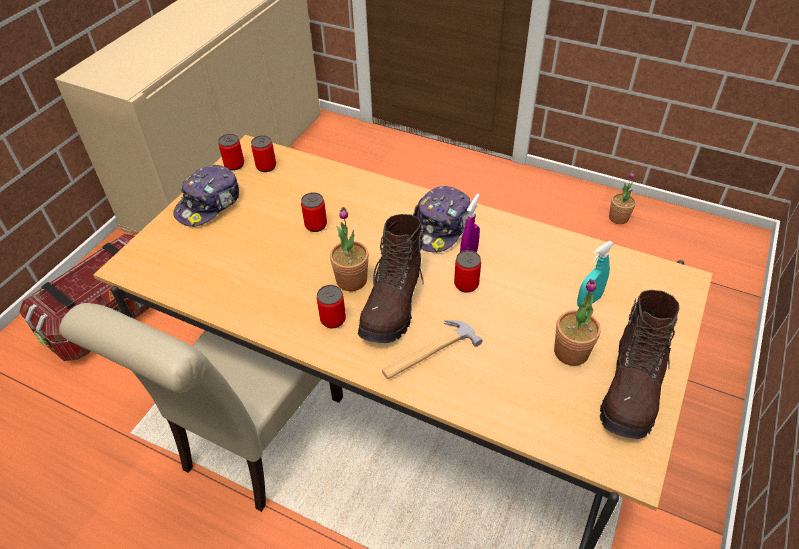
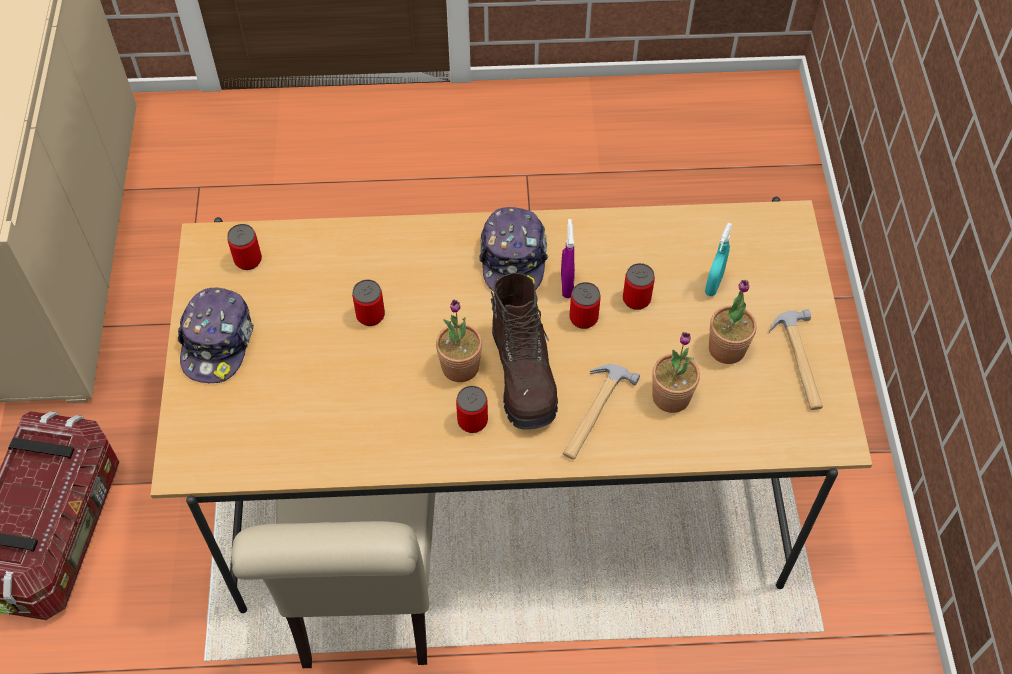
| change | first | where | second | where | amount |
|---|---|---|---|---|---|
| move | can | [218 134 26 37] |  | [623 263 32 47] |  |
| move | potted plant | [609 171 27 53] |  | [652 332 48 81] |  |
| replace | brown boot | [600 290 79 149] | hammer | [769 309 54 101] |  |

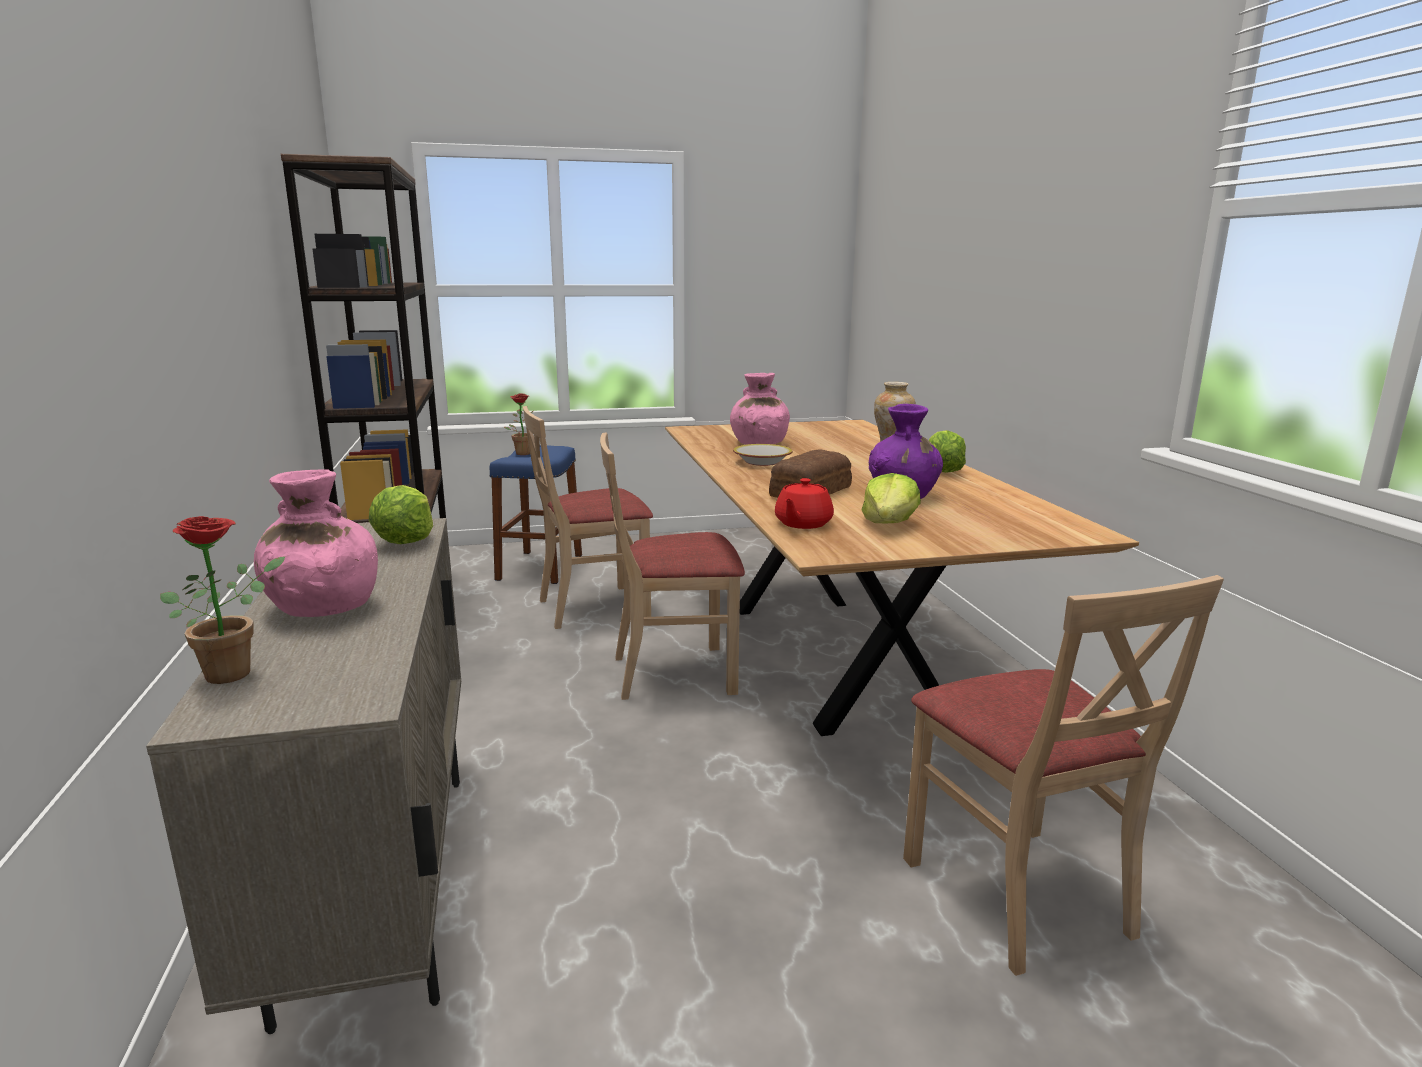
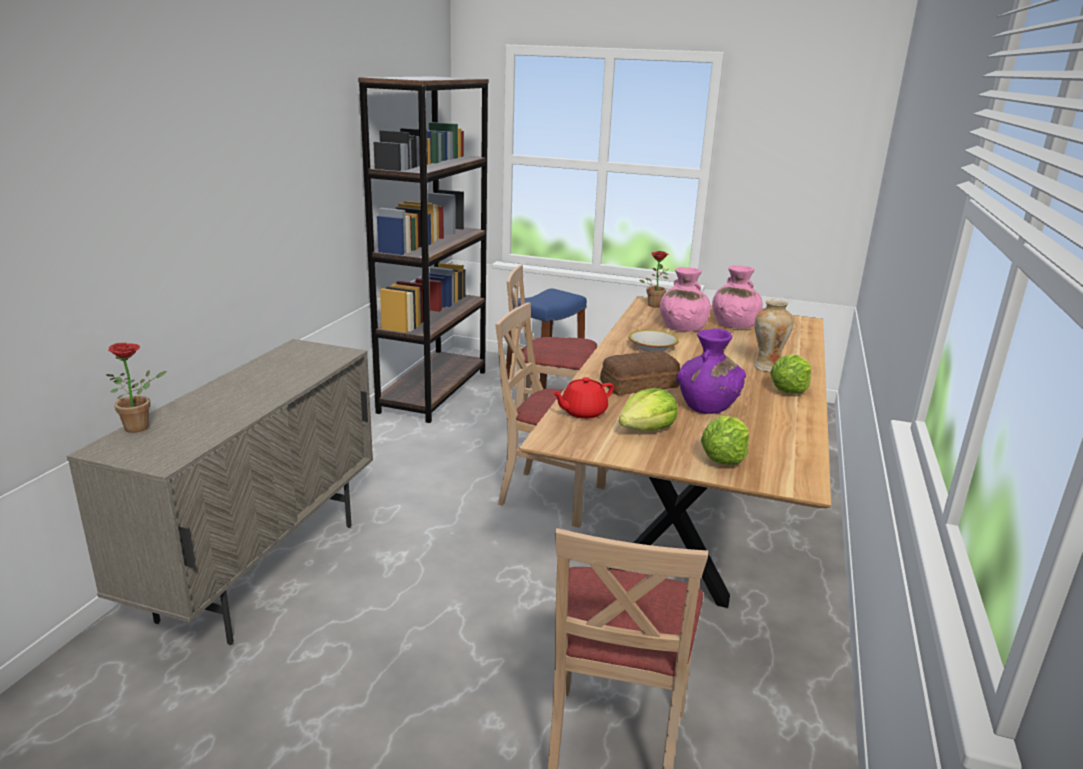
| change | first | where | second | where | amount |
|---|---|---|---|---|---|
| move | potted plant | [504 394 29 61] |  | [639 251 30 57] |  |
| move | pink vase | [254 469 124 148] |  | [712 265 51 63] |  |
| move | lettuce | [369 485 64 59] |  | [701 416 48 49] |  |

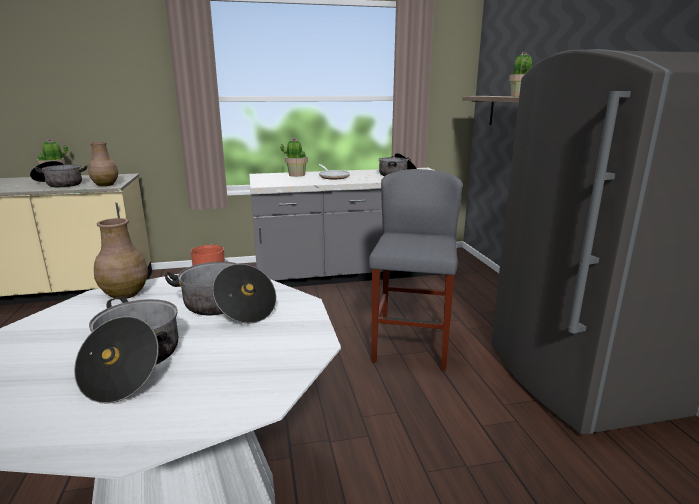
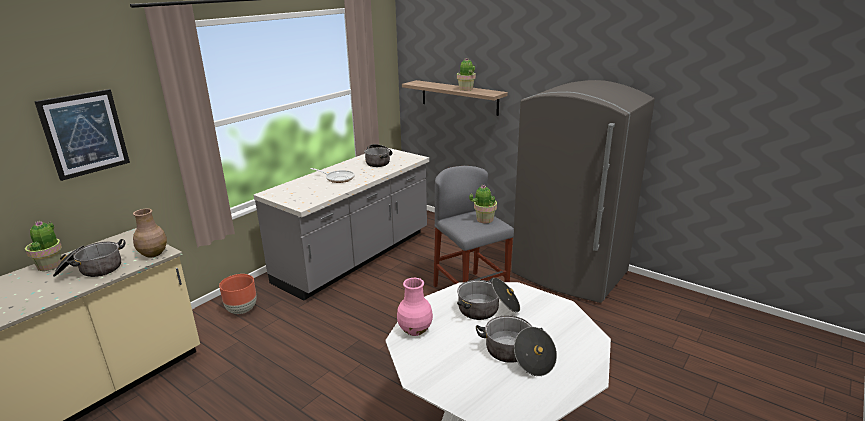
| change | first | where | second | where | amount |
|---|---|---|---|---|---|
| move | potted plant | [280 138 28 39] |  | [469 185 28 38] |  |
| recolor | brown vase | [94 218 54 81] | pink vase | [397 278 36 58] |  |
| insert |  |  | picture | [34 89 96 92] |  |

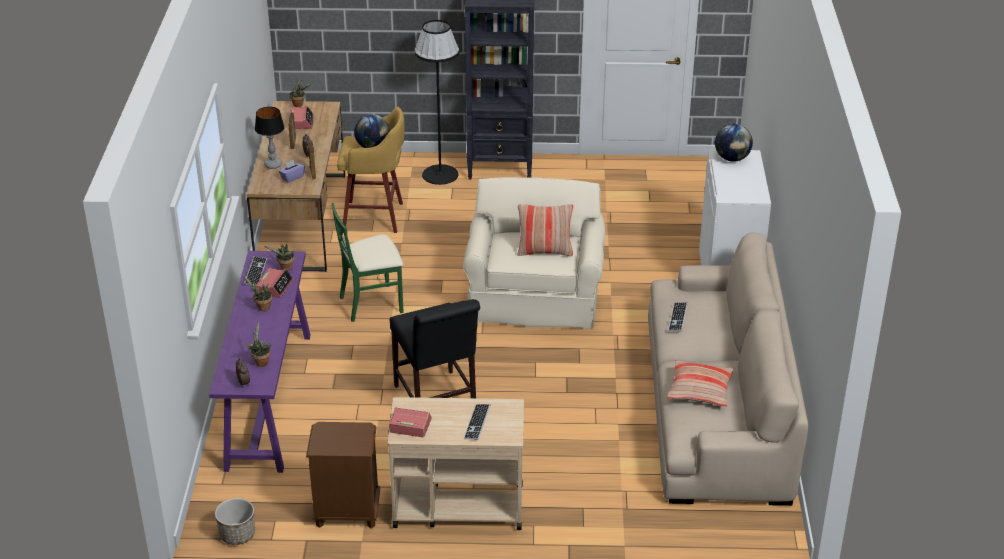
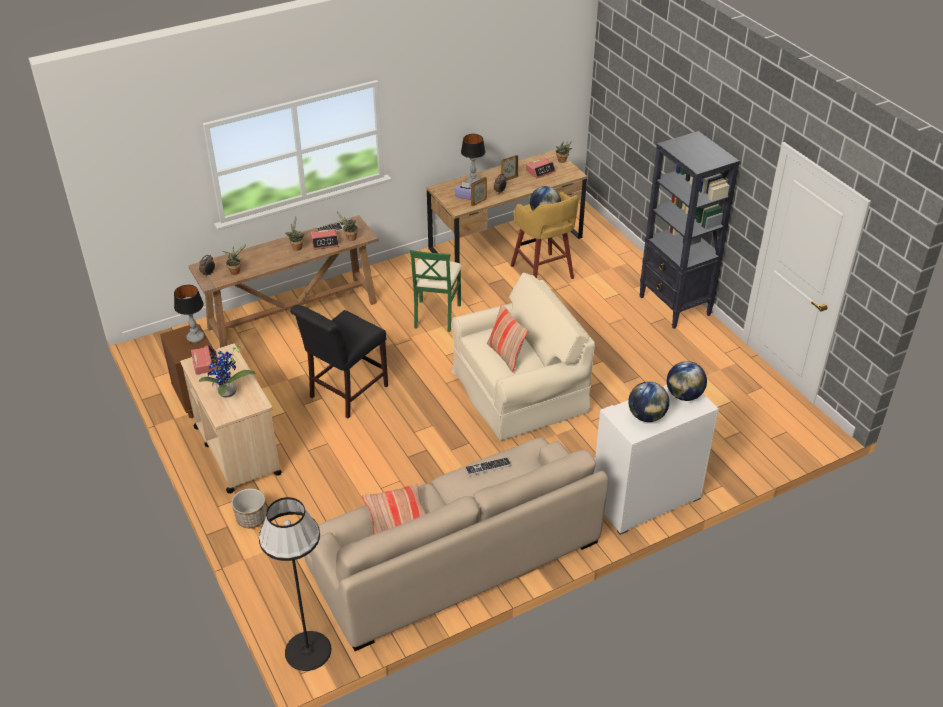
| change | first | where | second | where | amount |
|---|---|---|---|---|---|
| move | black floor lamp | [414 20 46 165] |  | [259 497 72 174] |  |
| rotate | green chair | [331 203 73 119] |  | [410 250 52 82] | 120 degrees counterclockwise |
| recolor | purple console table | [209 251 101 222] | brown console table | [188 215 191 133] |  |
| replace | keyboard | [464 404 26 36] | potted plant | [199 344 57 54] |  |
| move | planter | [215 498 40 47] |  | [231 488 35 40] |  |
| insert |  |  | table lamp | [174 285 30 58] |  |
| insert |  |  | globe | [628 382 41 40] |  |

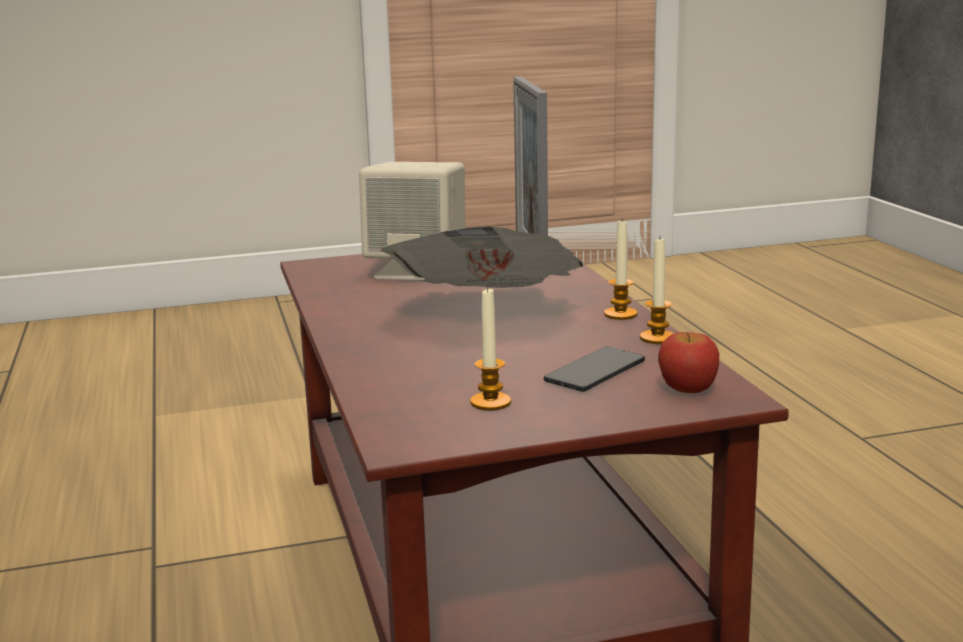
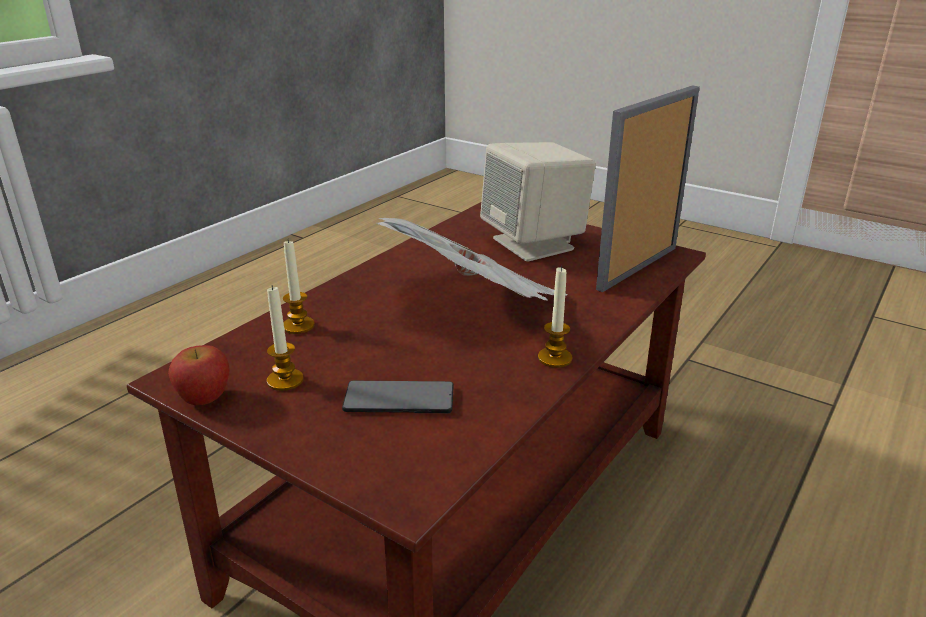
| change | first | where | second | where | amount |
|---|---|---|---|---|---|
| move | candle | [640 239 34 105] |  | [283 240 32 94] |  |
| move | apple | [658 332 61 61] |  | [168 345 62 60] |  |

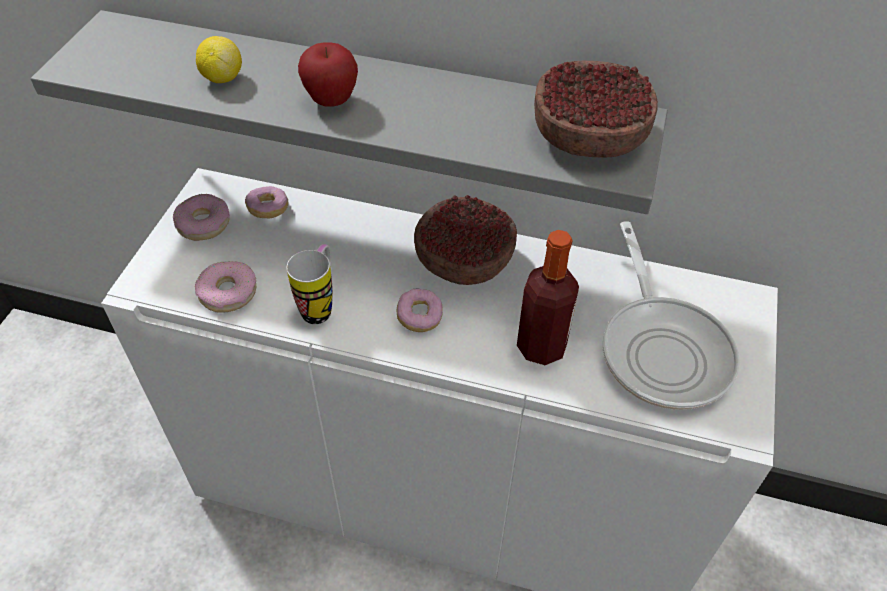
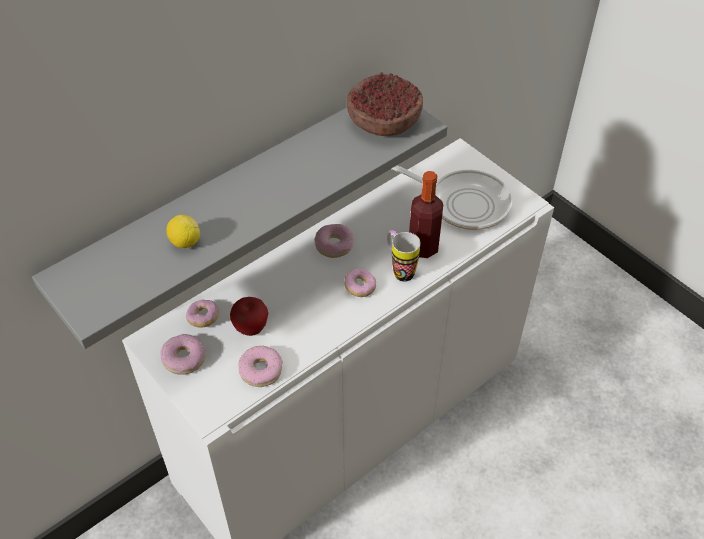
| change | first | where | second | where | amount |
|---|---|---|---|---|---|
| move | apple | [298 42 60 65] |  | [230 297 38 39] |  |
| replace | bowl | [414 195 103 90] | donut | [314 224 40 34] |  |
| move | mug | [286 244 47 80] |  | [387 230 33 52] |  |

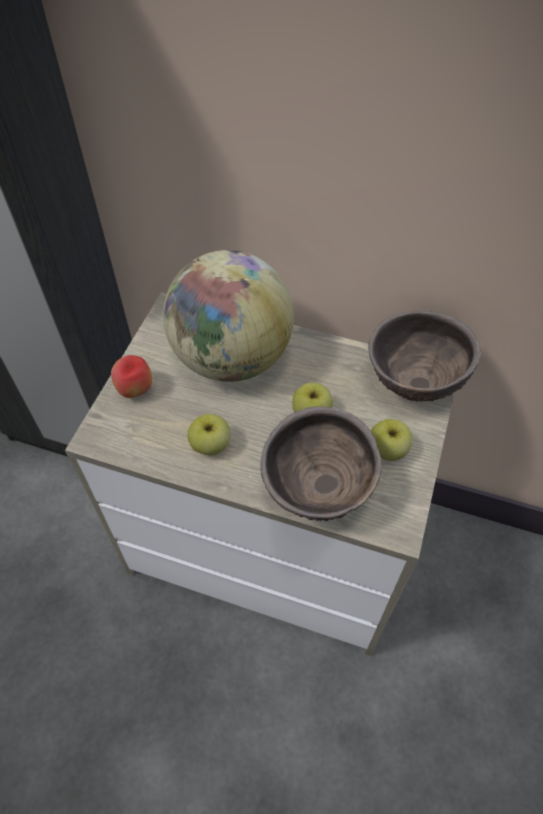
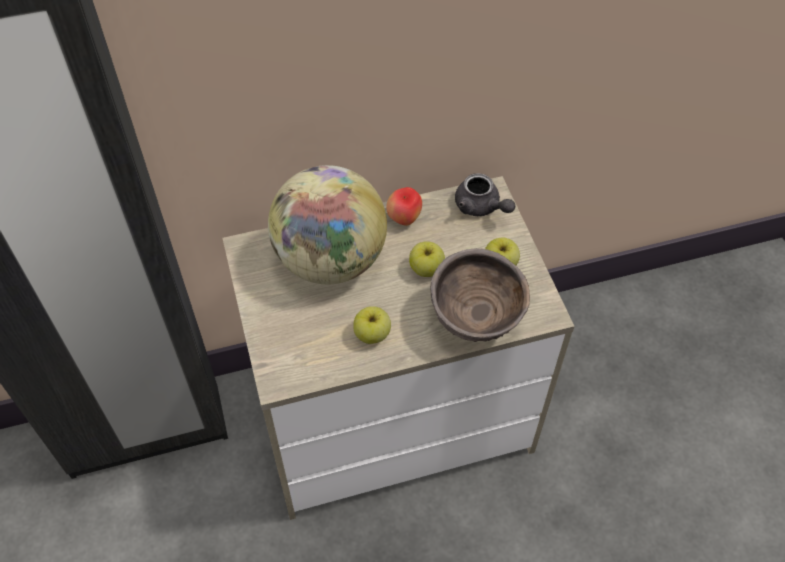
| change | first | where | second | where | amount |
|---|---|---|---|---|---|
| replace | brown bowl | [368 311 113 91] | grey teapot | [455 173 61 43] |  |
| move | apple | [111 355 41 43] |  | [386 187 36 39] |  |

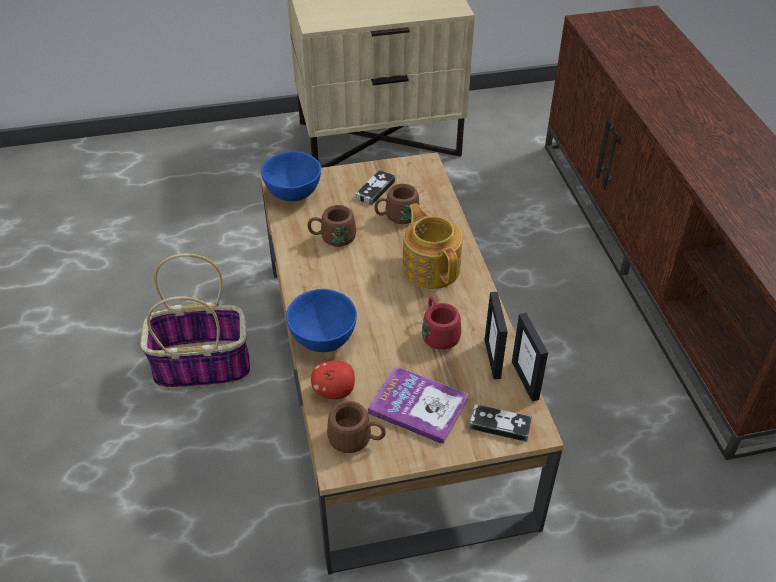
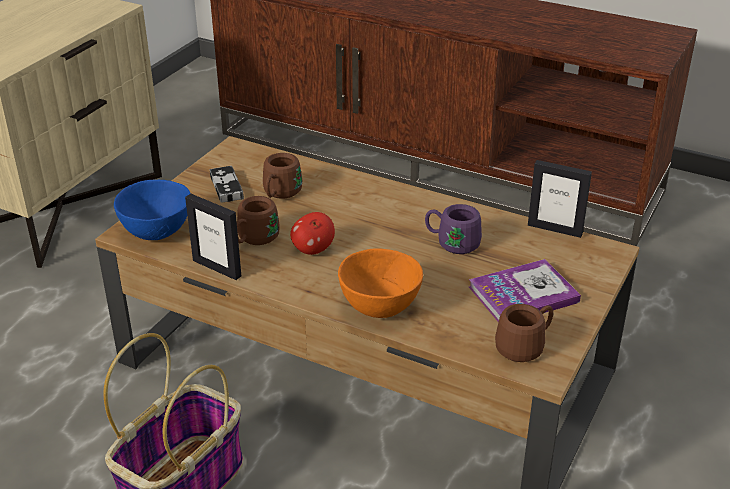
| change | first | where | second | where | amount |
|---|---|---|---|---|---|
| delete | teapot | [402 203 61 86] |  |  |  |
| recolor | blue bowl | [286 289 71 63] | orange bowl | [338 248 85 70] |  |
| move | picture frame | [485 292 23 87] |  | [185 194 56 86] |  |
| recolor | red mug | [422 297 39 53] | purple mug | [425 204 57 50] |  |
| move | apple | [311 361 44 38] |  | [290 212 45 43] |  |
| delete | game controller | [469 404 63 38] |  |  |  |

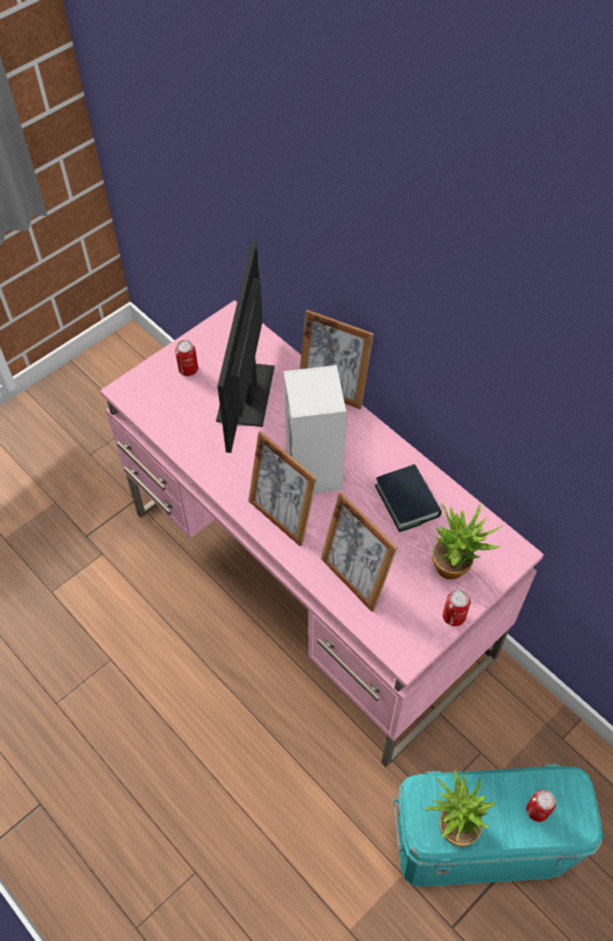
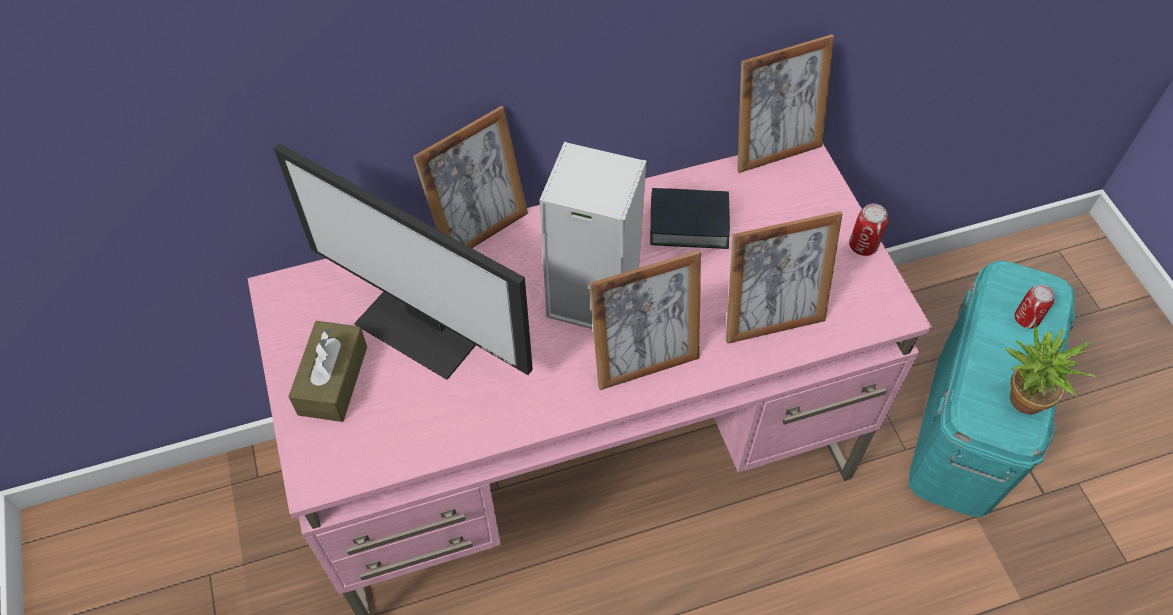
| change | first | where | second | where | amount |
|---|---|---|---|---|---|
| replace | can | [175 340 23 36] | brown tissue box | [288 321 79 101] |  |
| delete | potted plant | [432 503 71 77] |  |  |  |
| insert |  |  | picture frame | [737 34 97 139] |  |

